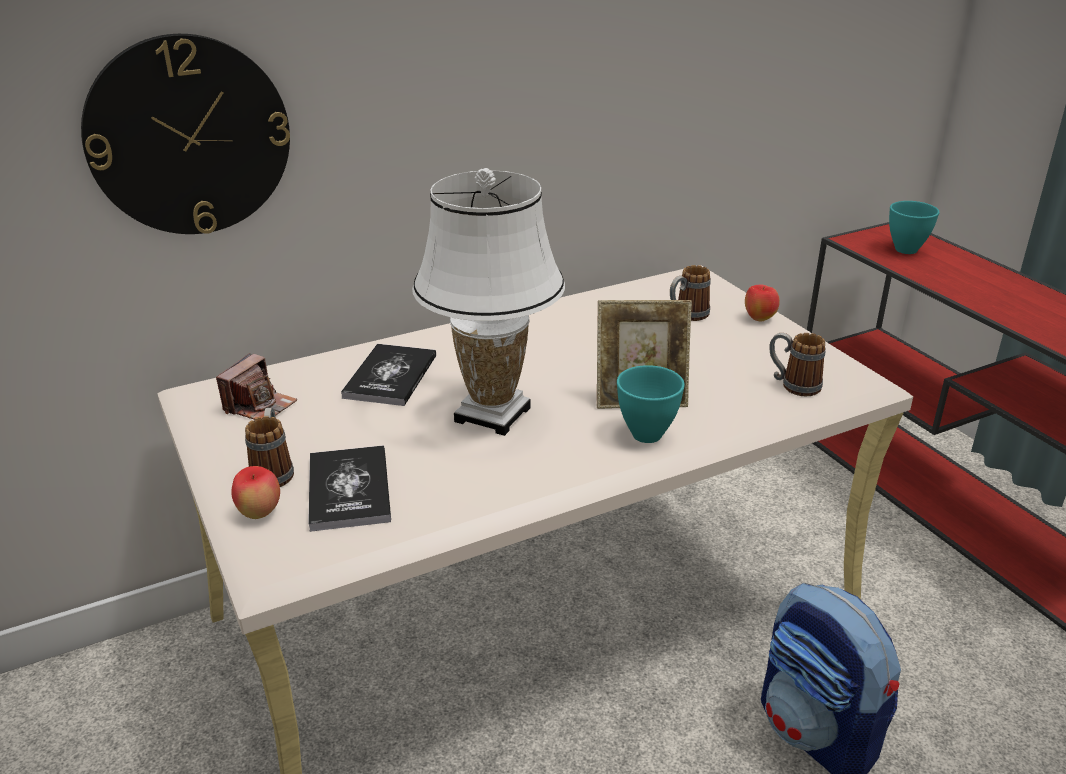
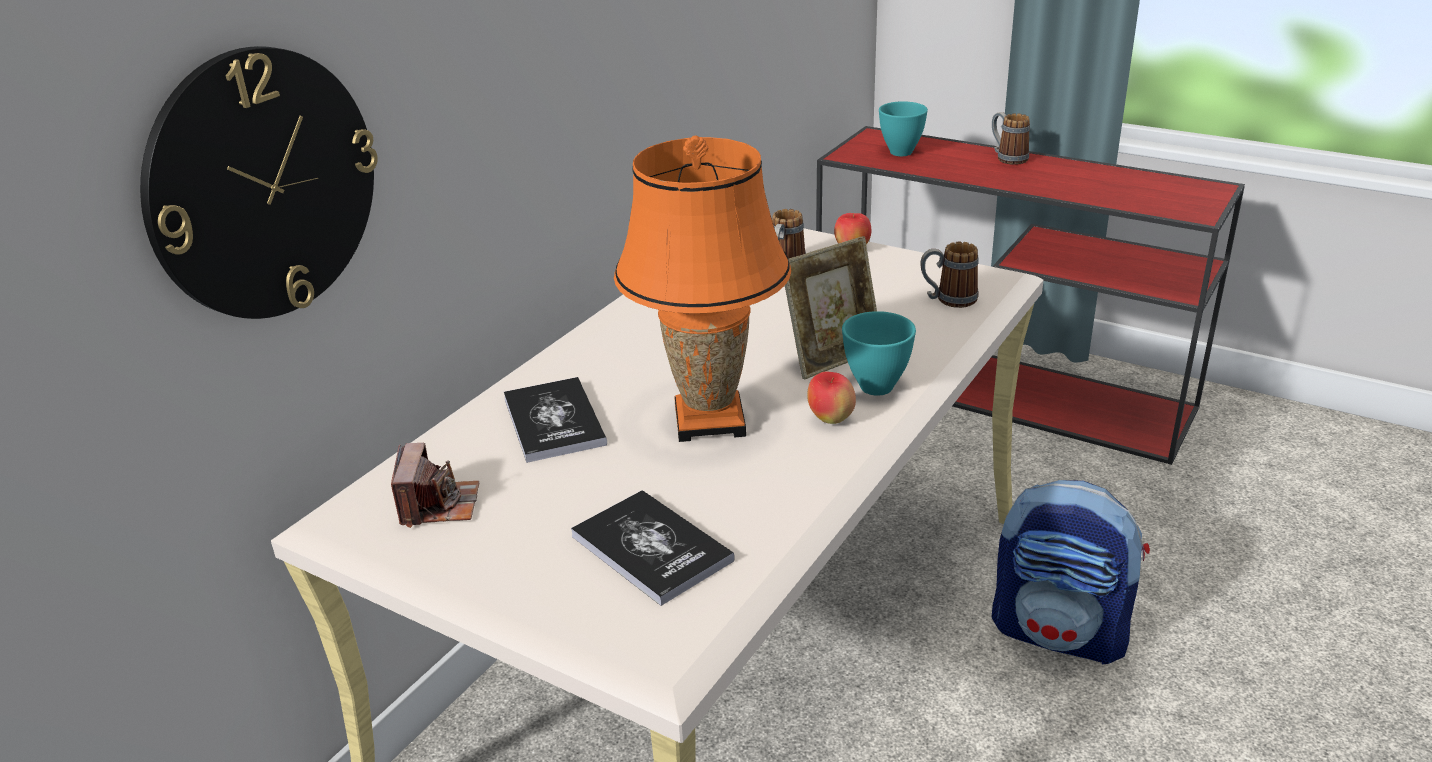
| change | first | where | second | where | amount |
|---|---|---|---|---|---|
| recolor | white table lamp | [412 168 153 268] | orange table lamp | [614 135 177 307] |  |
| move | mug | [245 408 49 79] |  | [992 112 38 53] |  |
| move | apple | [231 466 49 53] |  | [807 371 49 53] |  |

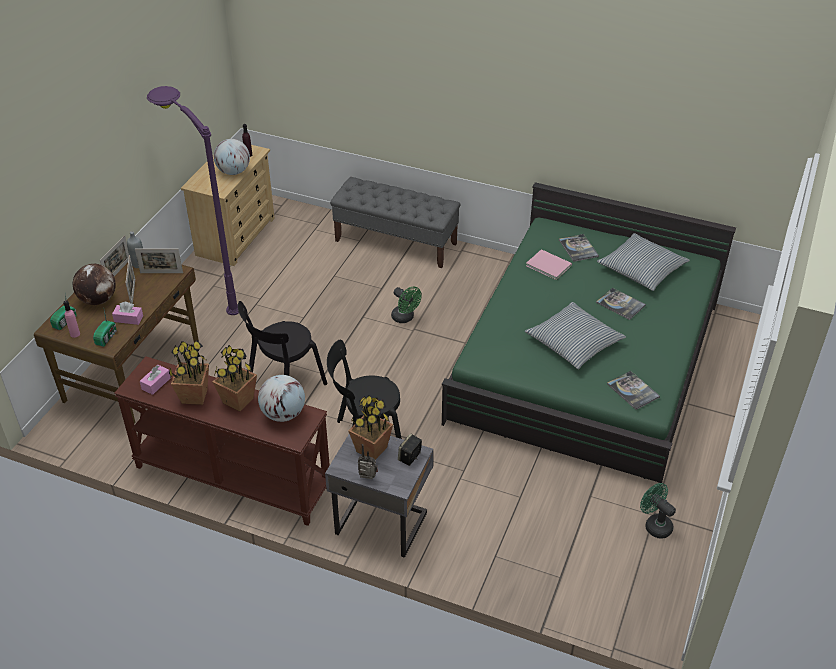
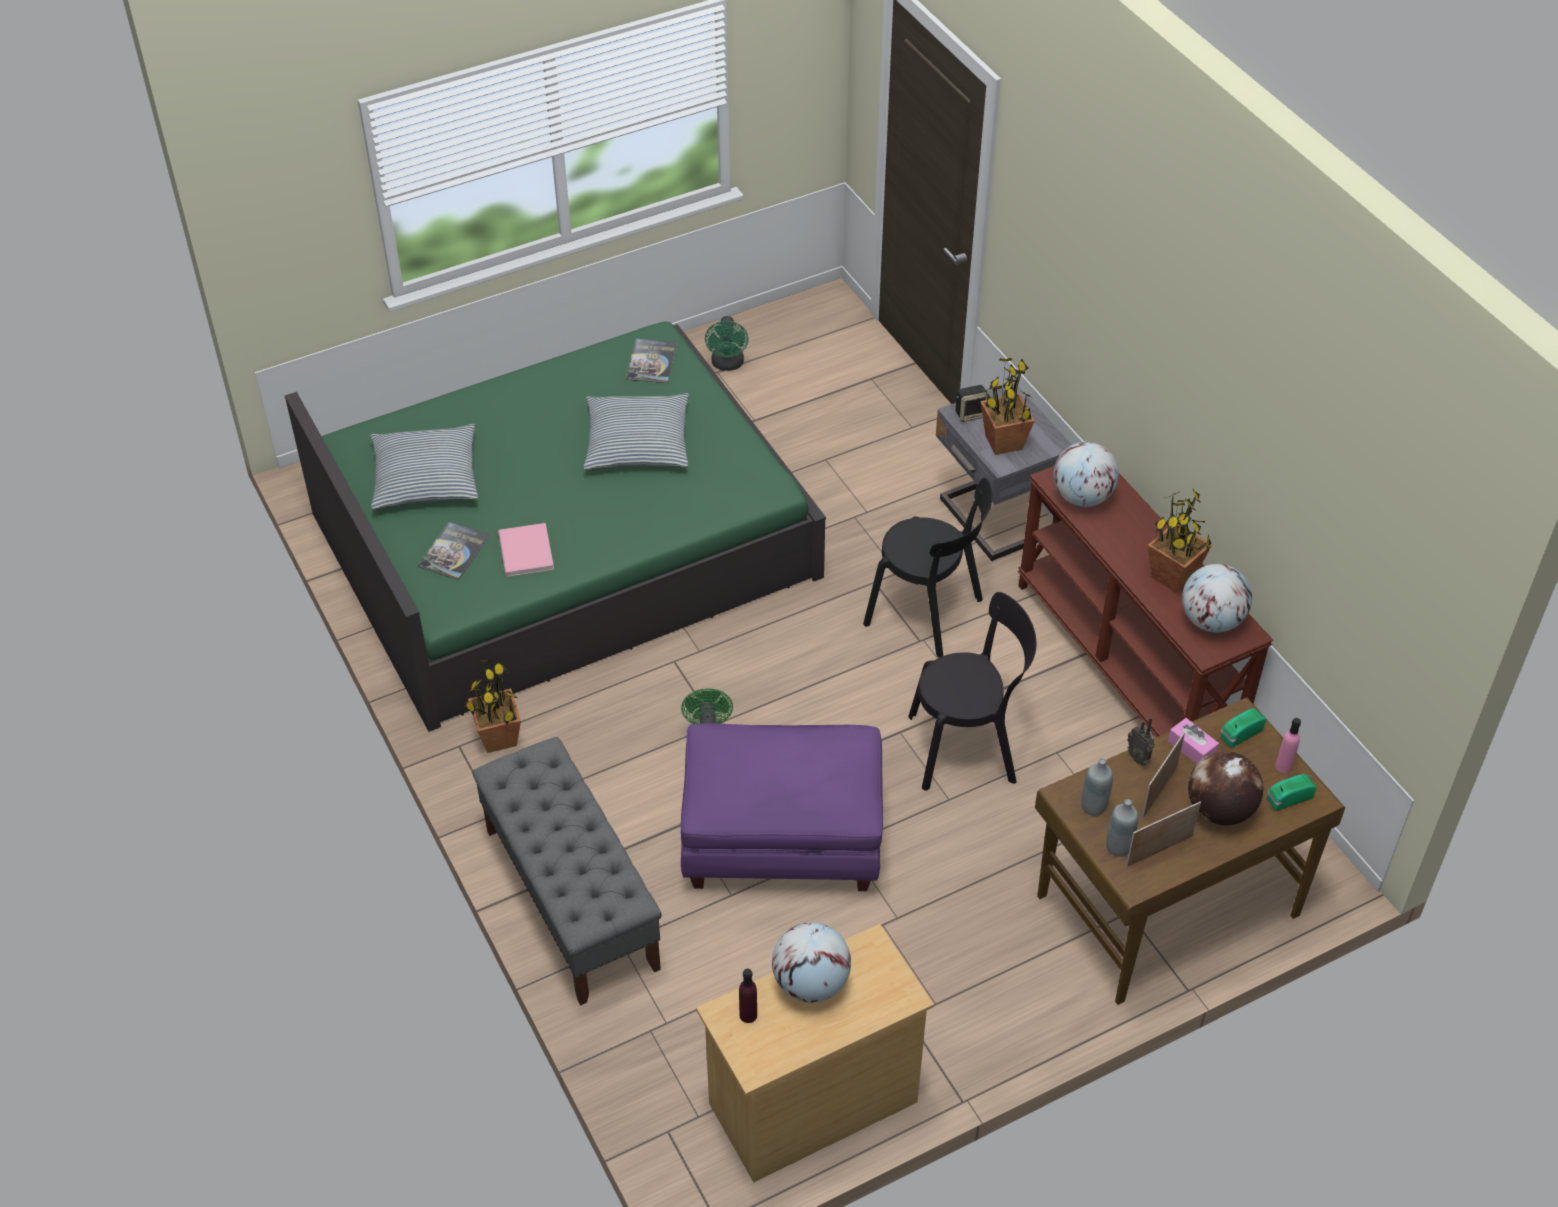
| change | first | where | second | where | amount |
|---|---|---|---|---|---|
| delete | purple floor lamp | [147 86 92 229] |  |  |  |
| replace | picture frame | [135 249 48 24] | grey bottle | [1081 758 32 58] |  |
| delete | book | [596 288 50 32] |  |  |  |
| move | potted plant | [213 345 44 66] |  | [465 660 56 93] |  |
| replace | pink tissue box | [140 365 30 30] | globe | [1182 564 70 68] |  |
| move | radio | [358 444 20 35] |  | [1127 717 28 48] |  |
| insert |  |  | purple ottoman | [681 723 202 168] |  |

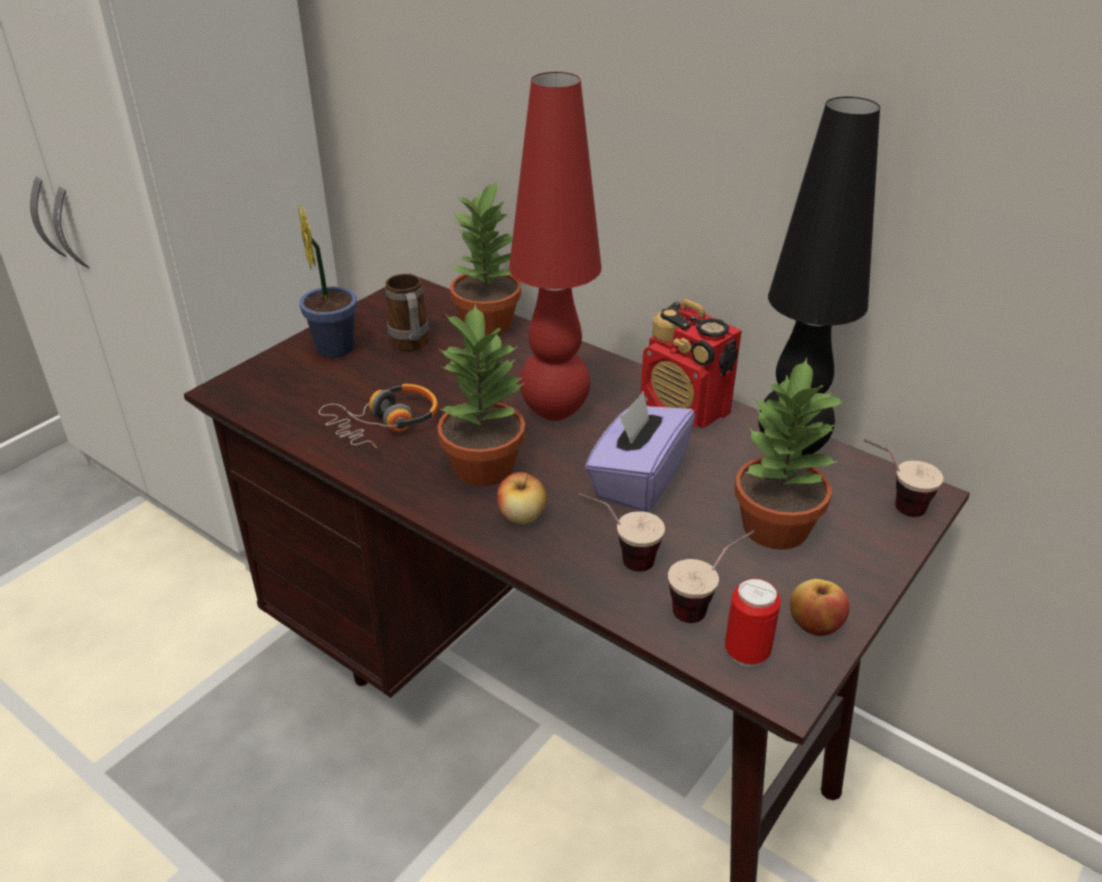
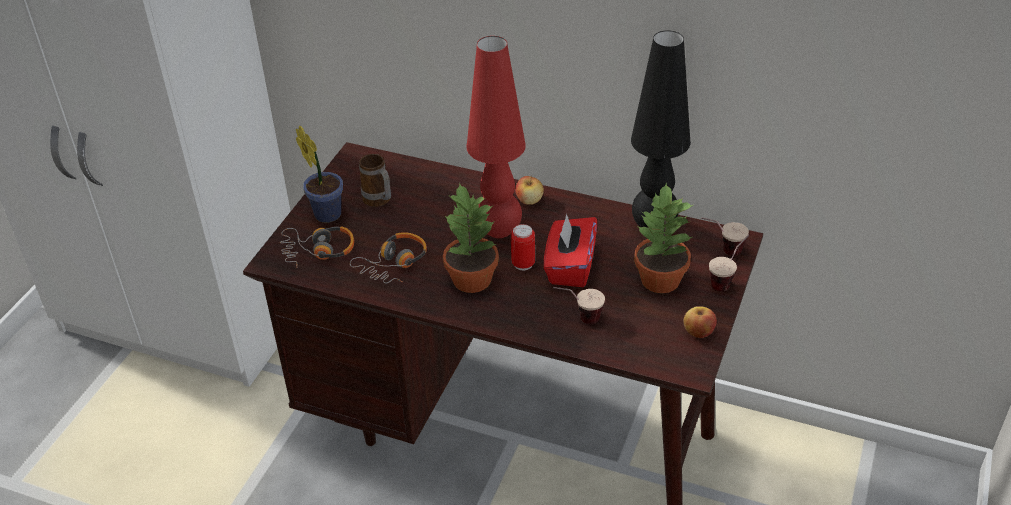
| change | first | where | second | where | amount |
|---|---|---|---|---|---|
| delete | potted plant | [448 181 73 155] |  |  |  |
| delete | radio | [641 299 101 129] |  |  |  |
| recolor | purple tissue box | [585 391 110 121] | red tissue box | [544 214 53 73] |  |
| move | apple | [497 472 50 52] |  | [515 176 29 29] |  |
| move | cup | [668 531 86 92] |  | [709 235 40 57] |  |
| move | can | [725 578 56 89] |  | [511 224 24 47] |  |
| insert |  |  | headphones | [280 226 74 41] |  |

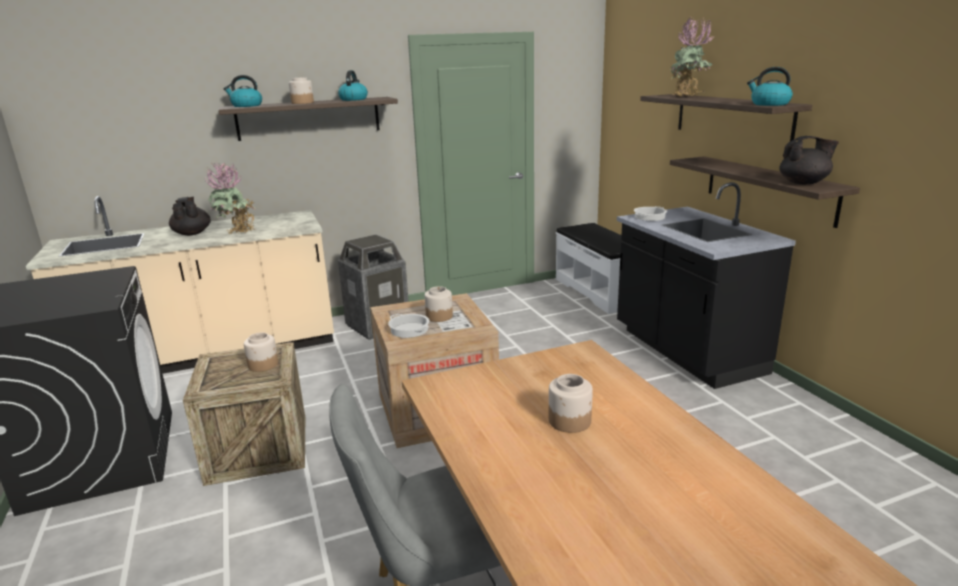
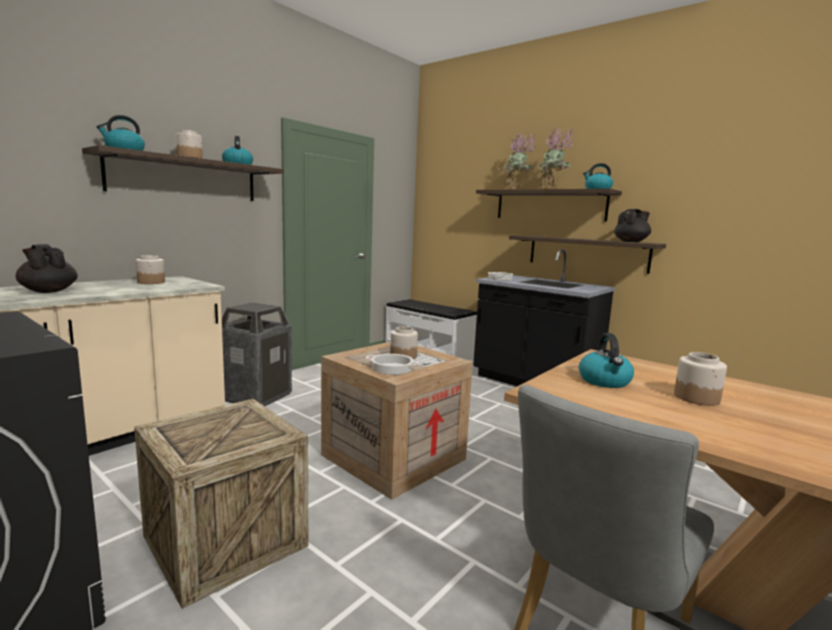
| change | first | where | second | where | amount |
|---|---|---|---|---|---|
| move | potted plant | [204 161 52 73] |  | [539 126 35 63] |  |
| move | jar | [244 332 34 40] |  | [136 255 29 29] |  |
| insert |  |  | kettle | [579 333 55 55] |  |

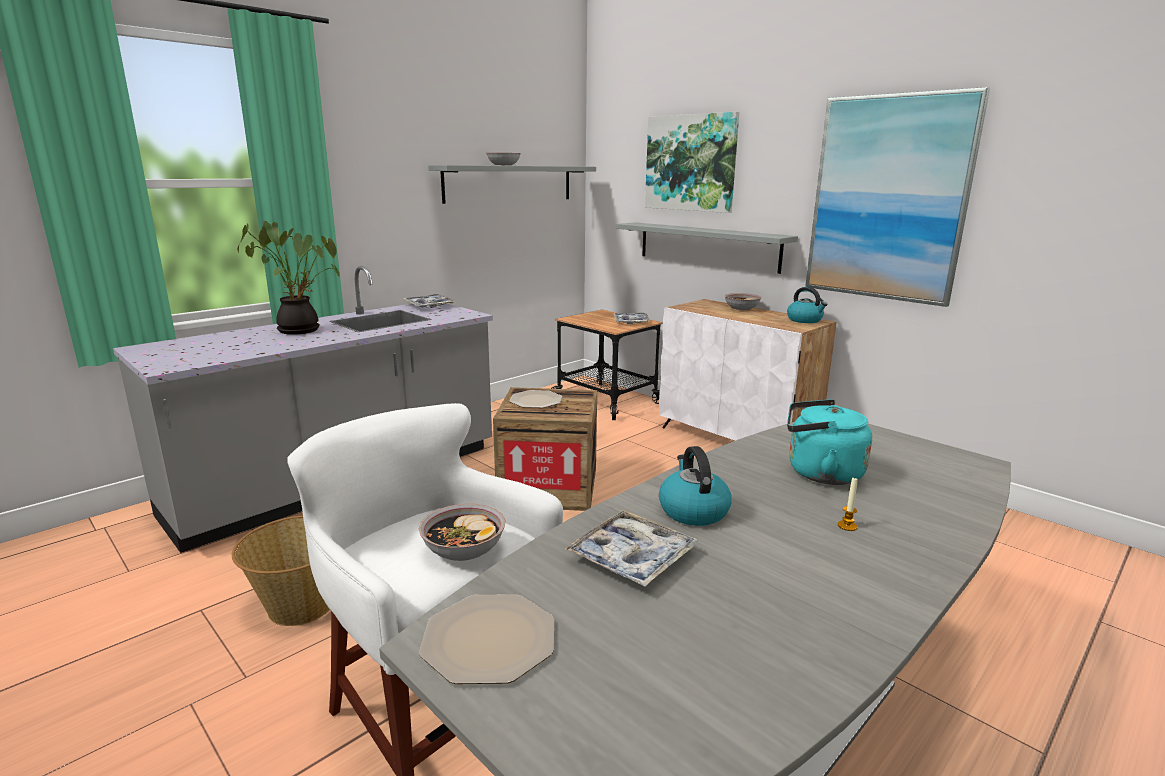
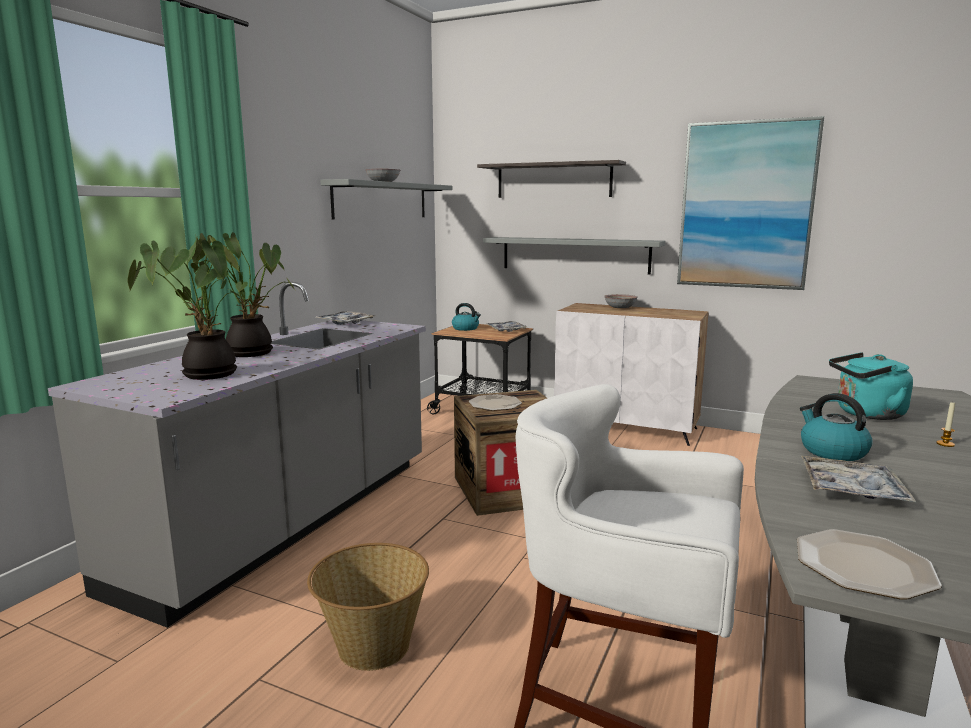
| change | first | where | second | where | amount |
|---|---|---|---|---|---|
| replace | picture | [645 112 94 101] | shelf | [477 160 149 38] |  |
| move | kettle | [787 287 41 36] |  | [452 303 29 28] |  |
| delete | bowl | [419 504 86 57] |  |  |  |
| insert |  |  | potted plant | [128 236 114 144] |  |

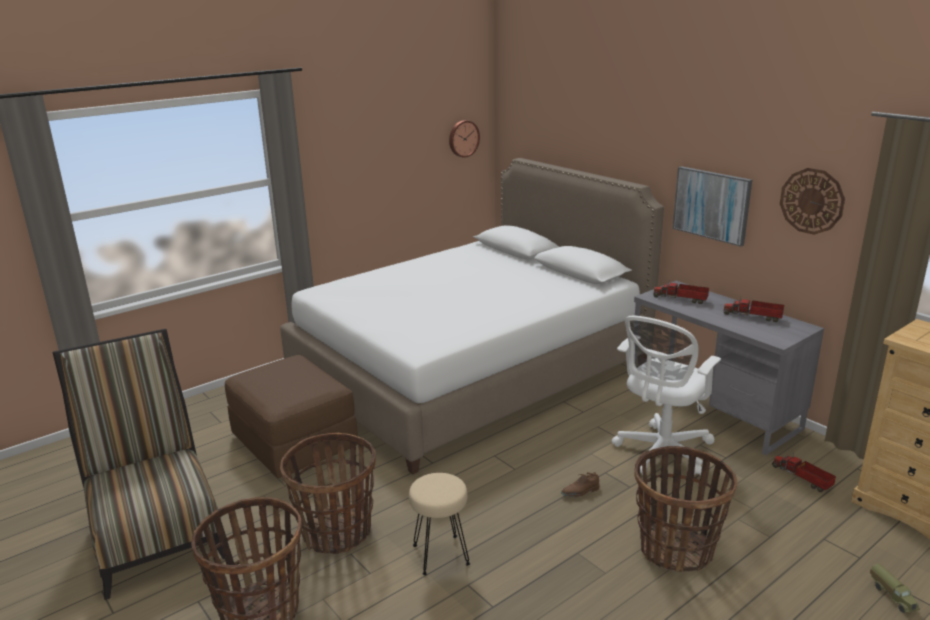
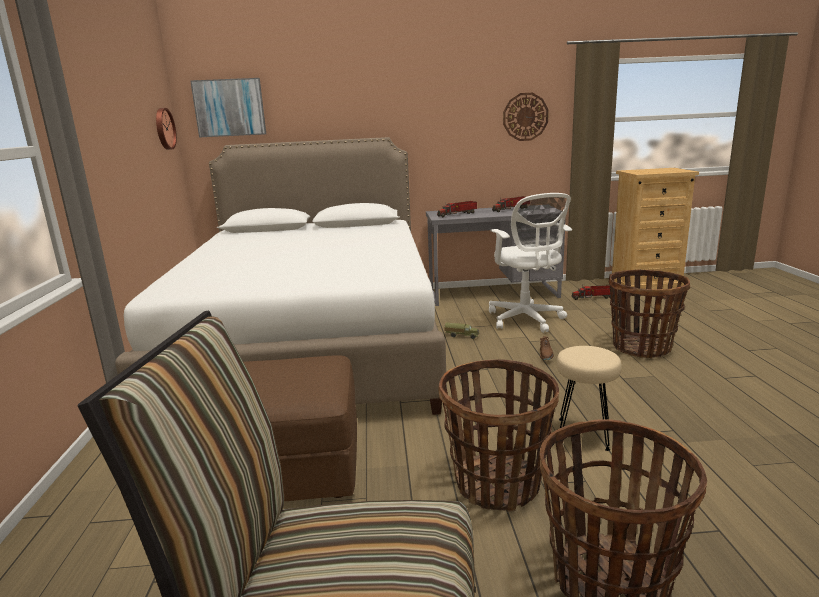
| change | first | where | second | where | amount |
|---|---|---|---|---|---|
| move | picture | [673 166 79 81] |  | [190 78 76 59] |  |
| move | toy truck | [870 563 50 50] |  | [444 322 35 17] |  |

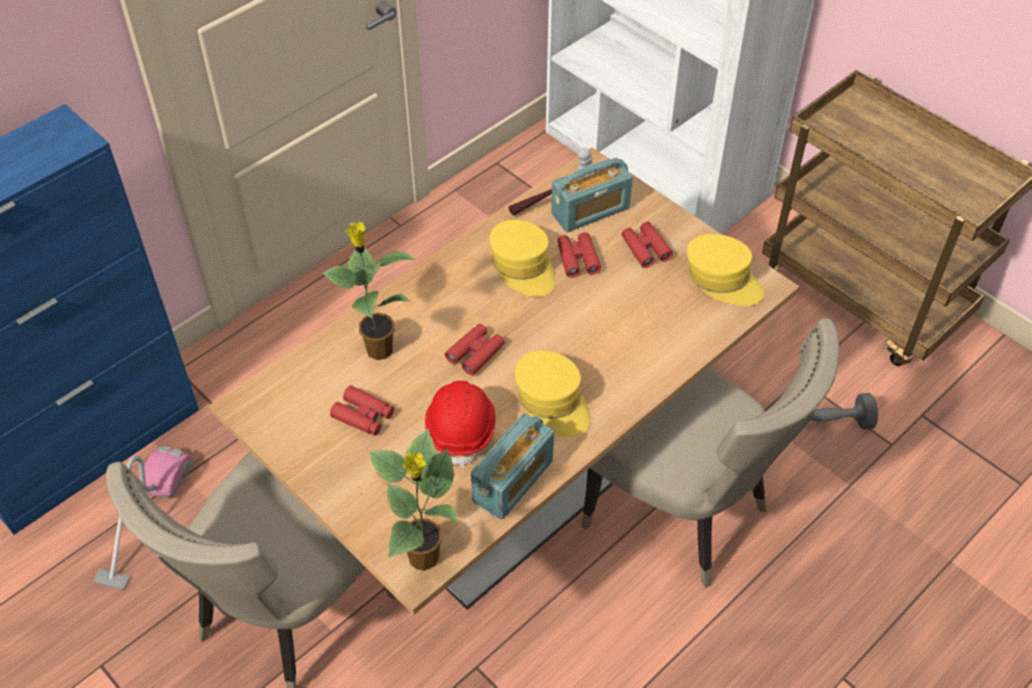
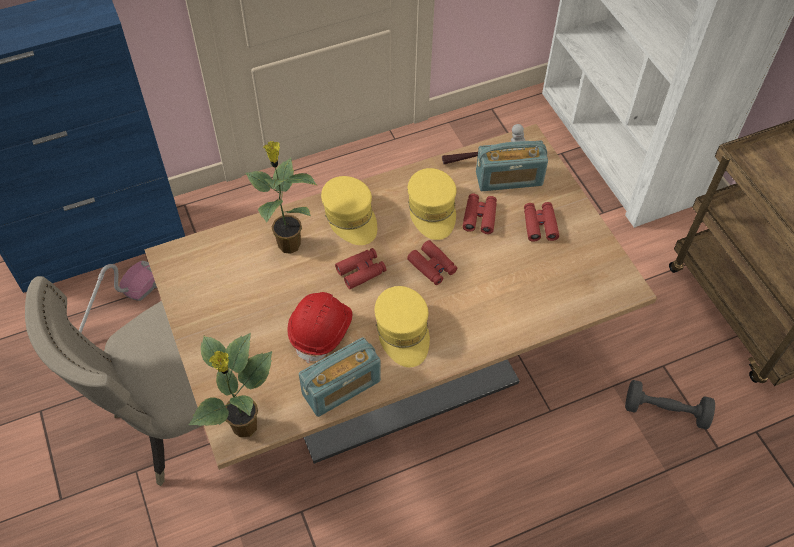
| change | first | where | second | where | amount |
|---|---|---|---|---|---|
| move | yellow cap | [687 234 77 72] |  | [321 176 56 69] |  |
| delete | beige chair | [581 318 258 270] |  |  |  |
| move | red binoculars | [330 386 64 50] |  | [407 240 50 45] |  |

